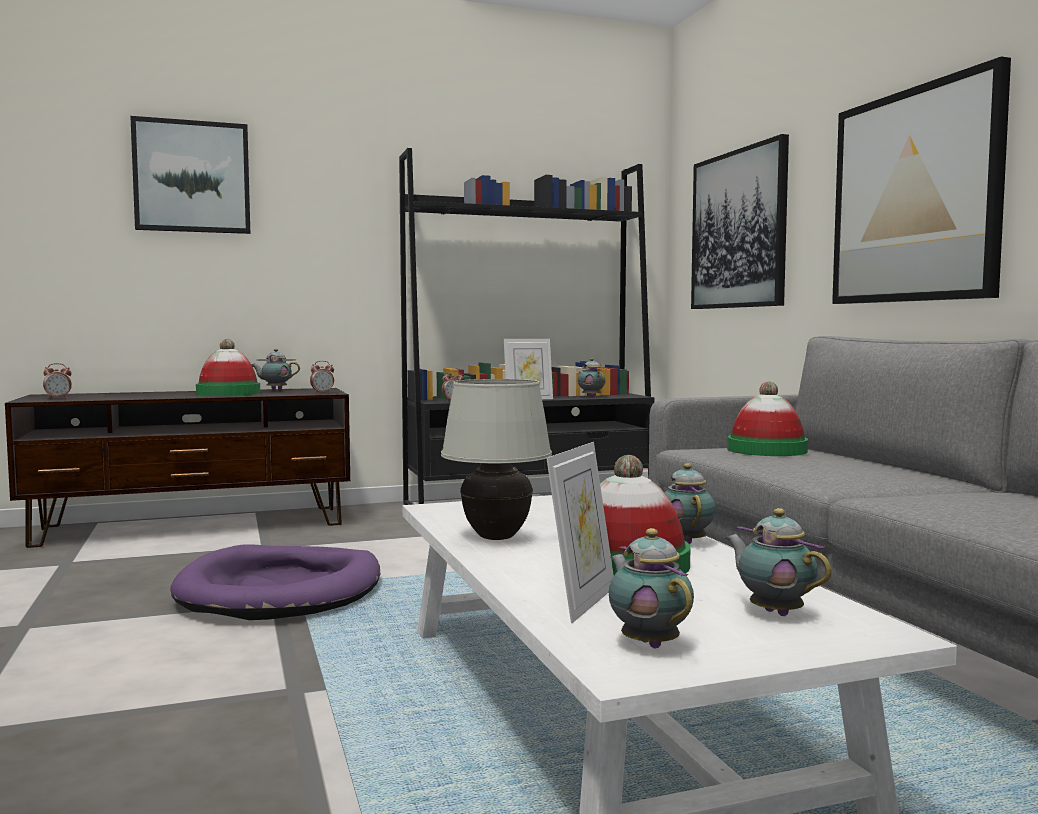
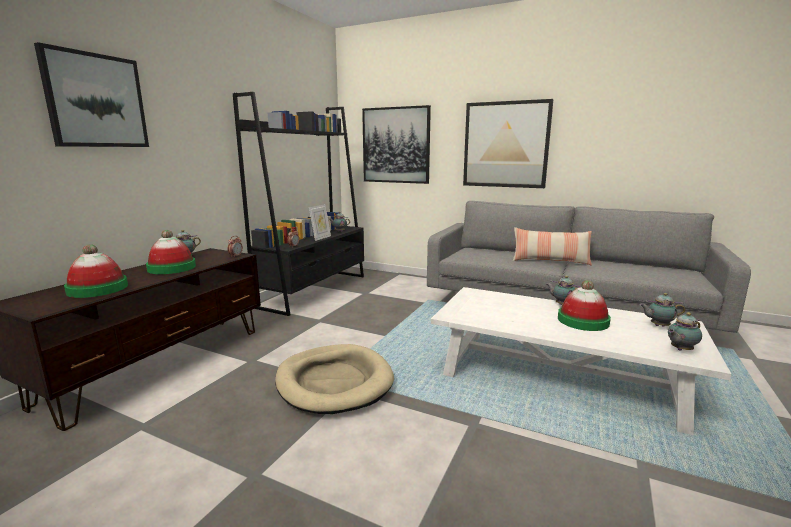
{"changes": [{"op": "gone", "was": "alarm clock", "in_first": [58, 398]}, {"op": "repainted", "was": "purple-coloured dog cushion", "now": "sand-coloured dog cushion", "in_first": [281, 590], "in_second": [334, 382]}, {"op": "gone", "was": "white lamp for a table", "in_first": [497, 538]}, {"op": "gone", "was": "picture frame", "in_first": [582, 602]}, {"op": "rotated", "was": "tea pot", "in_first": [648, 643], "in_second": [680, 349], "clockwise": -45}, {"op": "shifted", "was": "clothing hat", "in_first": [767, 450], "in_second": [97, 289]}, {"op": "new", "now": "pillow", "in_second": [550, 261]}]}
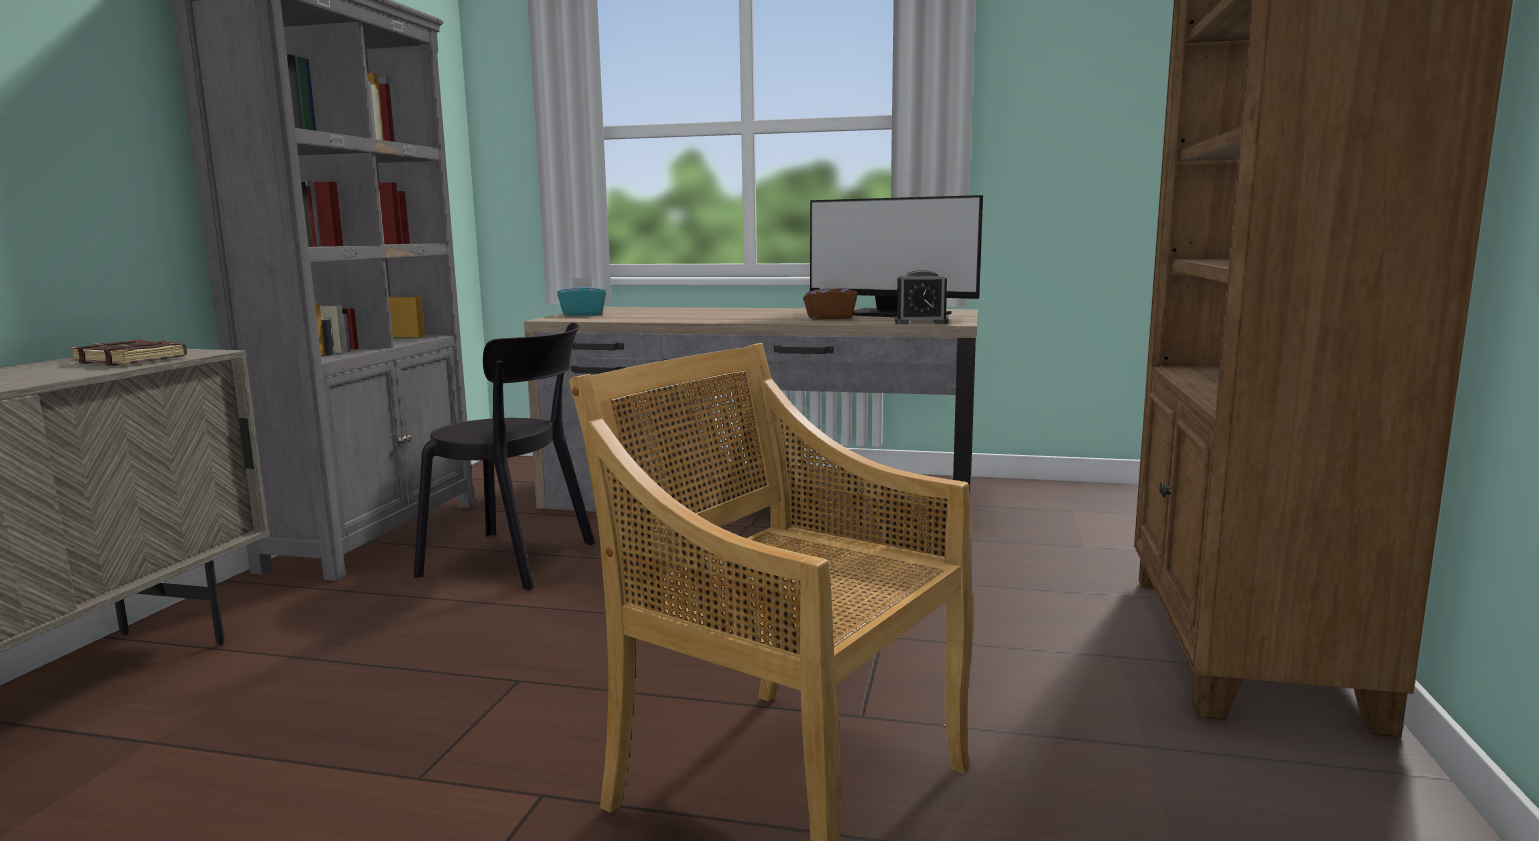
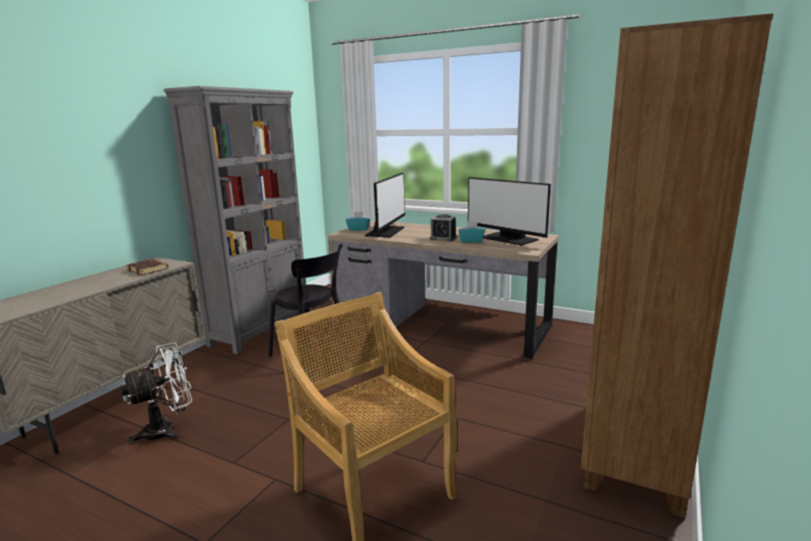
{"changes": [{"op": "repainted", "was": "brownish tissue box", "now": "turquoise tissue box", "in_first": [829, 318], "in_second": [471, 241]}, {"op": "shifted", "was": "alarm clock", "in_first": [920, 322], "in_second": [443, 238]}, {"op": "new", "now": "white cooling fan", "in_second": [167, 430]}, {"op": "new", "now": "computer screen", "in_second": [386, 231]}]}
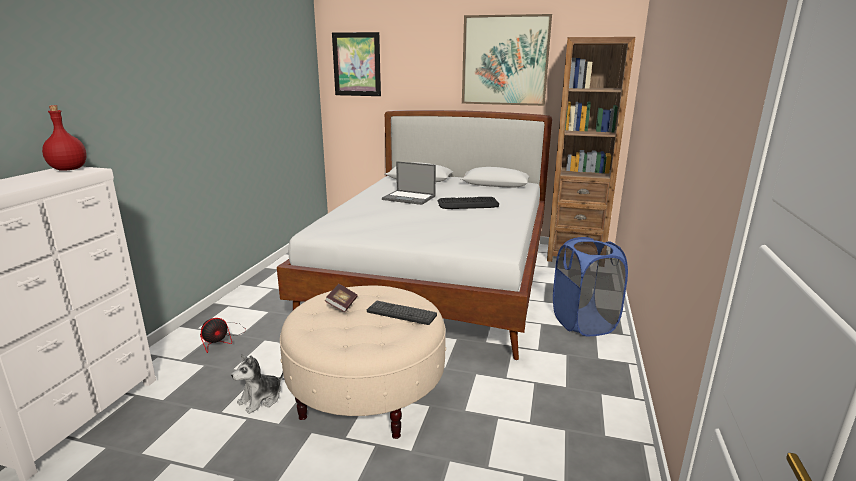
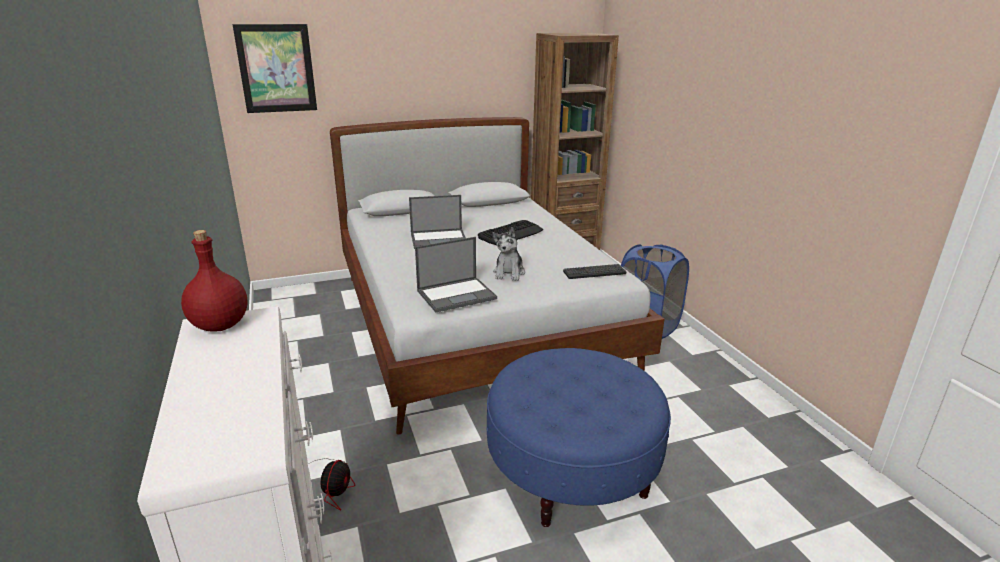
{"changes": [{"op": "shifted", "was": "soft toy", "in_first": [261, 399], "in_second": [509, 273]}, {"op": "repainted", "was": "sand-coloured ottoman", "now": "blue-coloured ottoman", "in_first": [367, 395], "in_second": [572, 471]}, {"op": "gone", "was": "volume", "in_first": [342, 305]}, {"op": "shifted", "was": "PC keyboard", "in_first": [401, 313], "in_second": [594, 272]}, {"op": "gone", "was": "wall art", "in_first": [505, 60]}, {"op": "new", "now": "laptop", "in_second": [457, 294]}]}
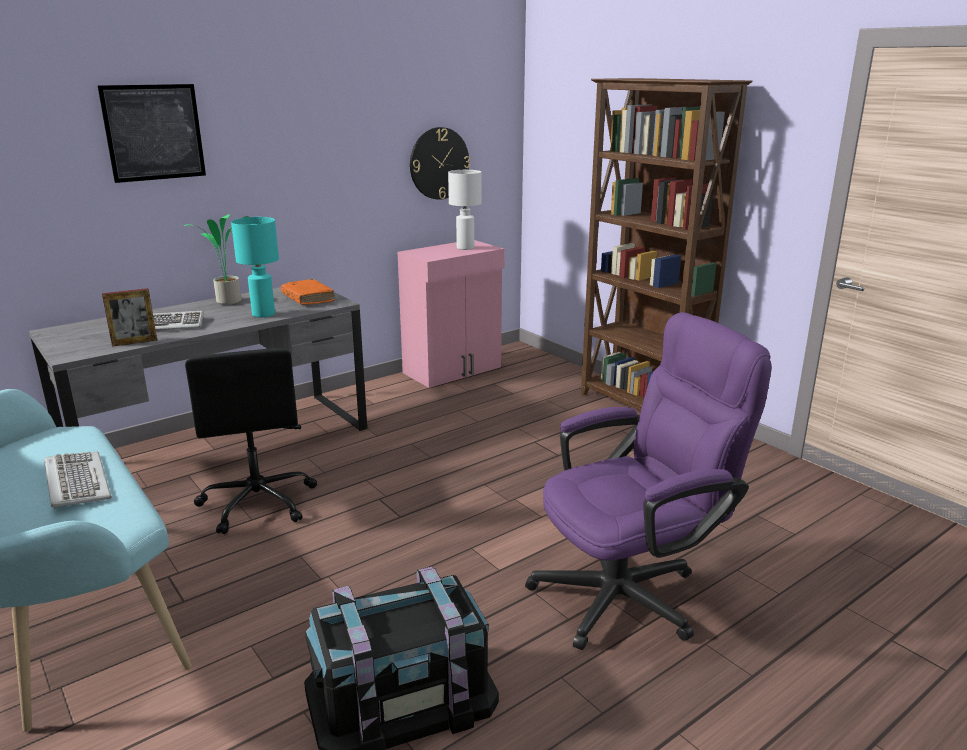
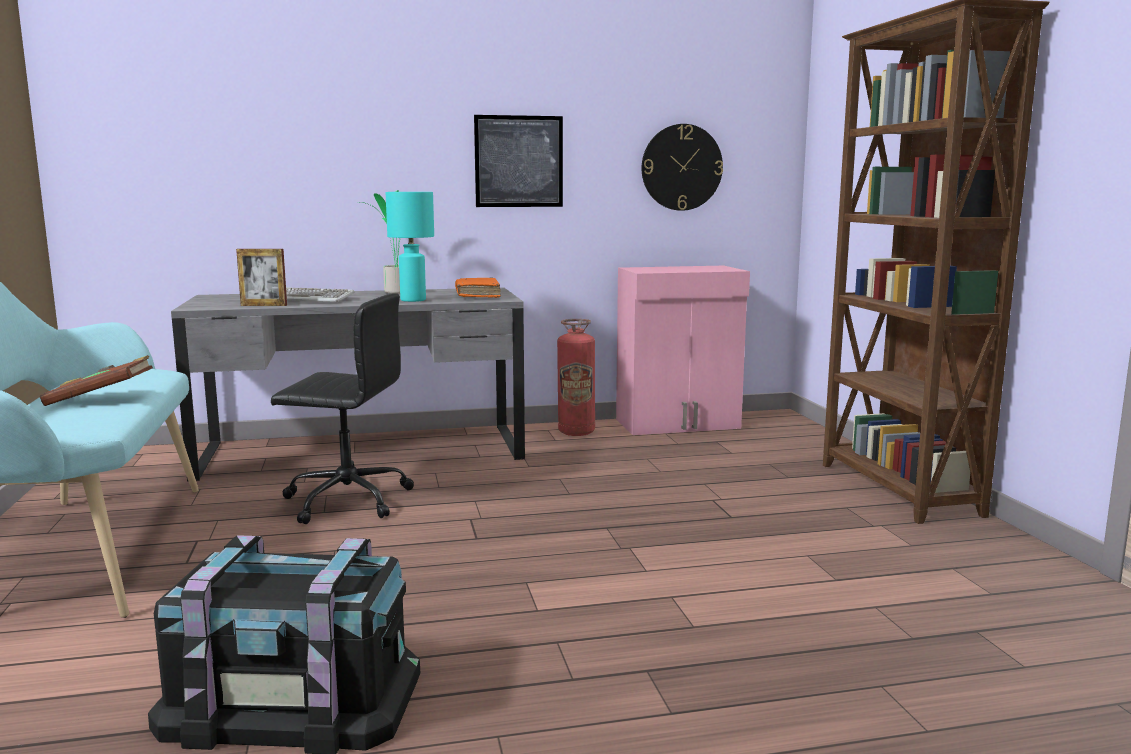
{"changes": [{"op": "swapped", "was": "PC keyboard", "now": "brownish volume", "in_first": [76, 483], "in_second": [100, 399]}, {"op": "shifted", "was": "wall art", "in_first": [154, 132], "in_second": [519, 161]}, {"op": "rotated", "was": "black computer chair", "in_first": [258, 502], "in_second": [345, 500], "clockwise": -90}, {"op": "gone", "was": "white lamp for a table", "in_first": [465, 248]}, {"op": "gone", "was": "purple-coloured computer chair", "in_first": [631, 592]}, {"op": "new", "now": "fire-fighting cylinder", "in_second": [576, 432]}]}
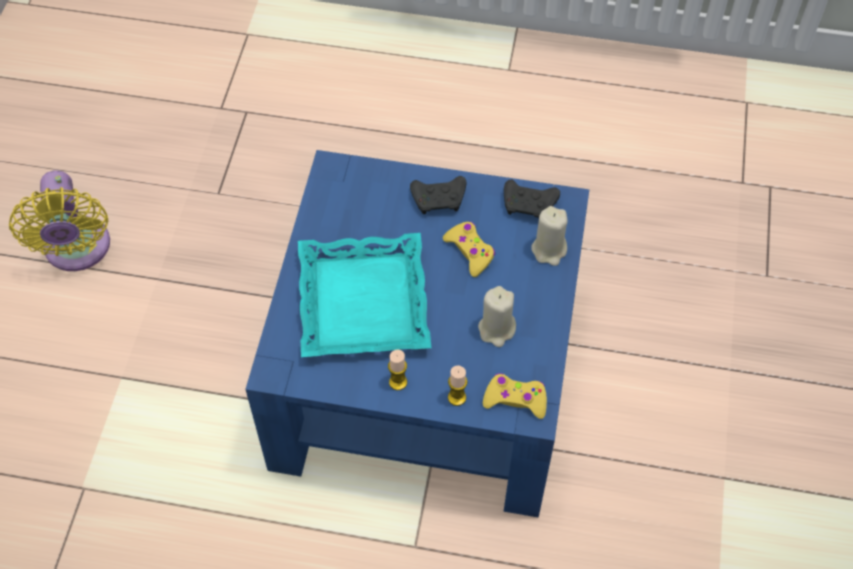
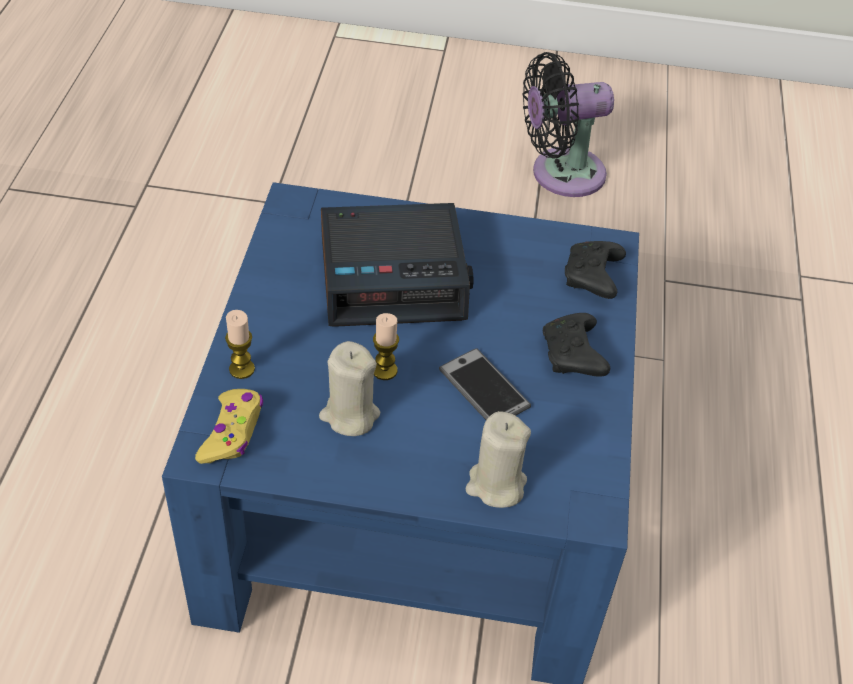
{"changes": [{"op": "repainted", "was": "yellow cooling fan", "now": "black cooling fan", "in_first": [77, 251], "in_second": [560, 174]}, {"op": "swapped", "was": "turquoise tray", "now": "alarm clock", "in_first": [362, 302], "in_second": [394, 277]}, {"op": "shifted", "was": "candle", "in_first": [398, 382], "in_second": [384, 370]}, {"op": "swapped", "was": "yellow gamepad", "now": "phone", "in_first": [470, 251], "in_second": [484, 388]}, {"op": "shifted", "was": "black gamepad", "in_first": [529, 205], "in_second": [592, 278]}]}
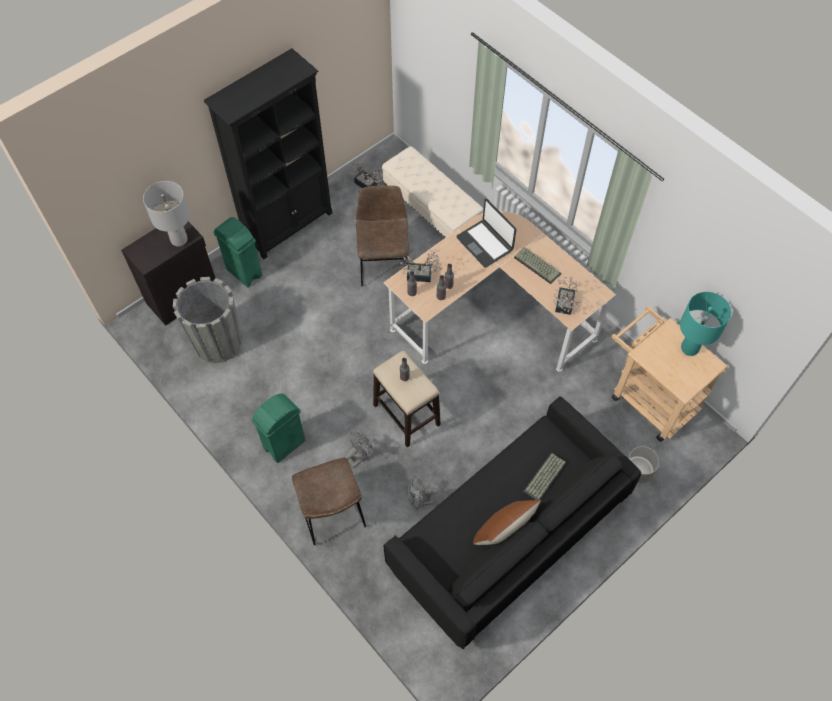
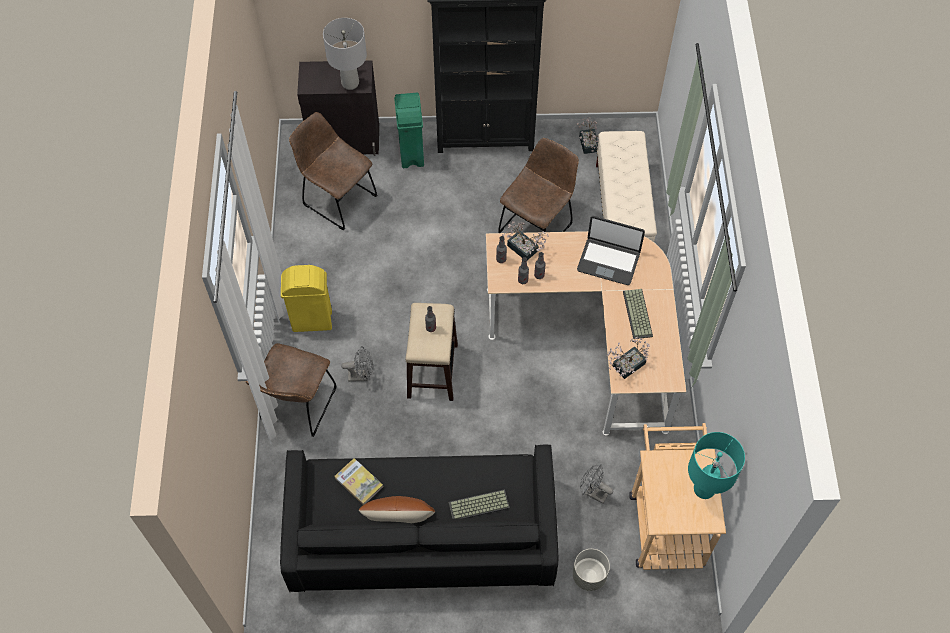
{"changes": [{"op": "swapped", "was": "grey flower pot", "now": "brownish plain chair", "in_first": [218, 342], "in_second": [337, 198]}, {"op": "repainted", "was": "green rubbish bin", "now": "yellow rubbish bin", "in_first": [284, 445], "in_second": [311, 321]}, {"op": "shifted", "was": "grey cooling fan", "in_first": [420, 501], "in_second": [593, 492]}, {"op": "rotated", "was": "laptop", "in_first": [485, 243], "in_second": [608, 261], "clockwise": -75}, {"op": "new", "now": "volume", "in_second": [359, 482]}]}
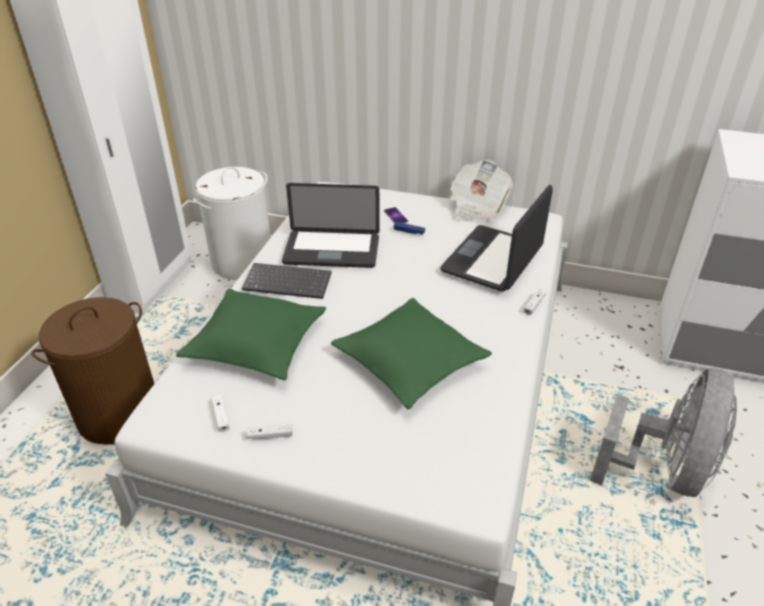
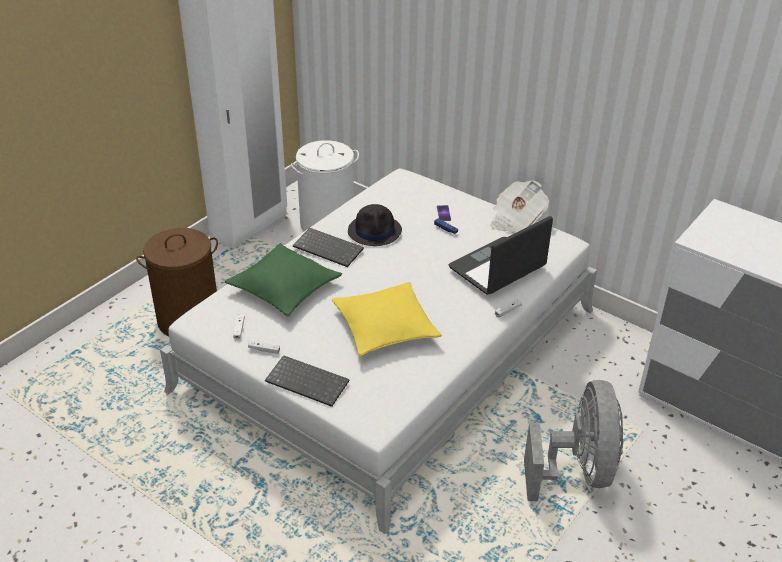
{"changes": [{"op": "swapped", "was": "laptop", "now": "black clothing hat", "in_first": [331, 250], "in_second": [375, 231]}, {"op": "repainted", "was": "green pillow", "now": "yellow pillow", "in_first": [410, 361], "in_second": [385, 327]}, {"op": "rotated", "was": "grey cooling fan", "in_first": [664, 470], "in_second": [577, 471], "clockwise": -45}, {"op": "new", "now": "PC keyboard", "in_second": [309, 381]}]}
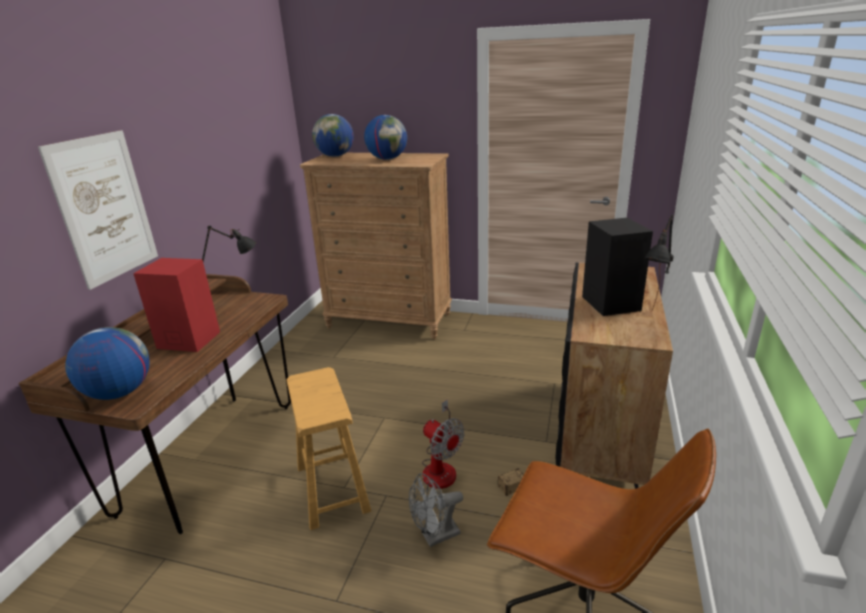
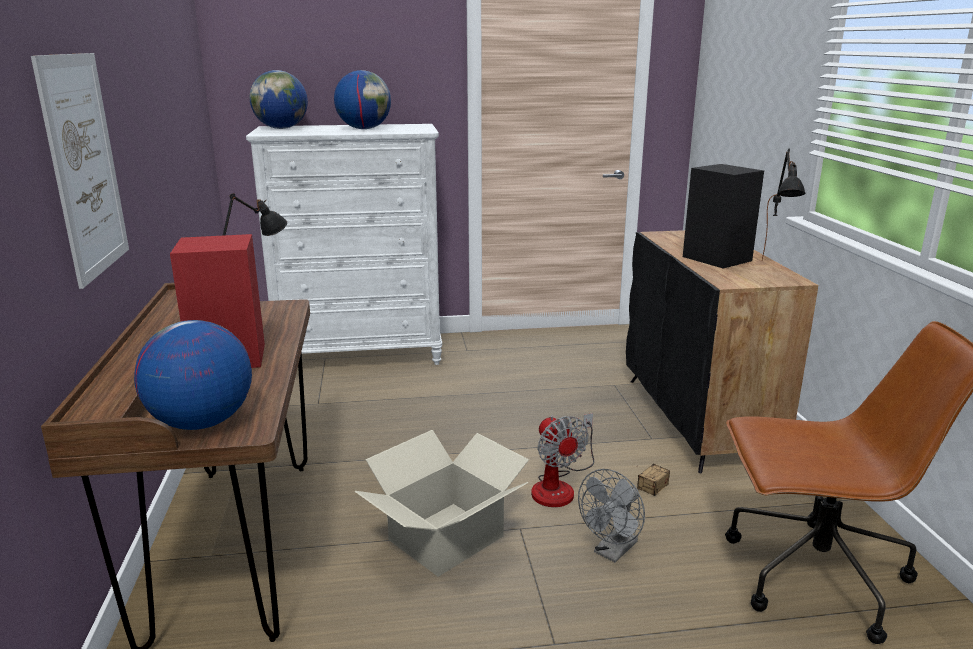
{"changes": [{"op": "swapped", "was": "brownish stool seat", "now": "cardboard box", "in_first": [333, 488], "in_second": [447, 538]}, {"op": "repainted", "was": "brownish dresser", "now": "white dresser", "in_first": [389, 320], "in_second": [361, 354]}, {"op": "rotated", "was": "cooling fan", "in_first": [441, 466], "in_second": [559, 486], "clockwise": 45}]}
